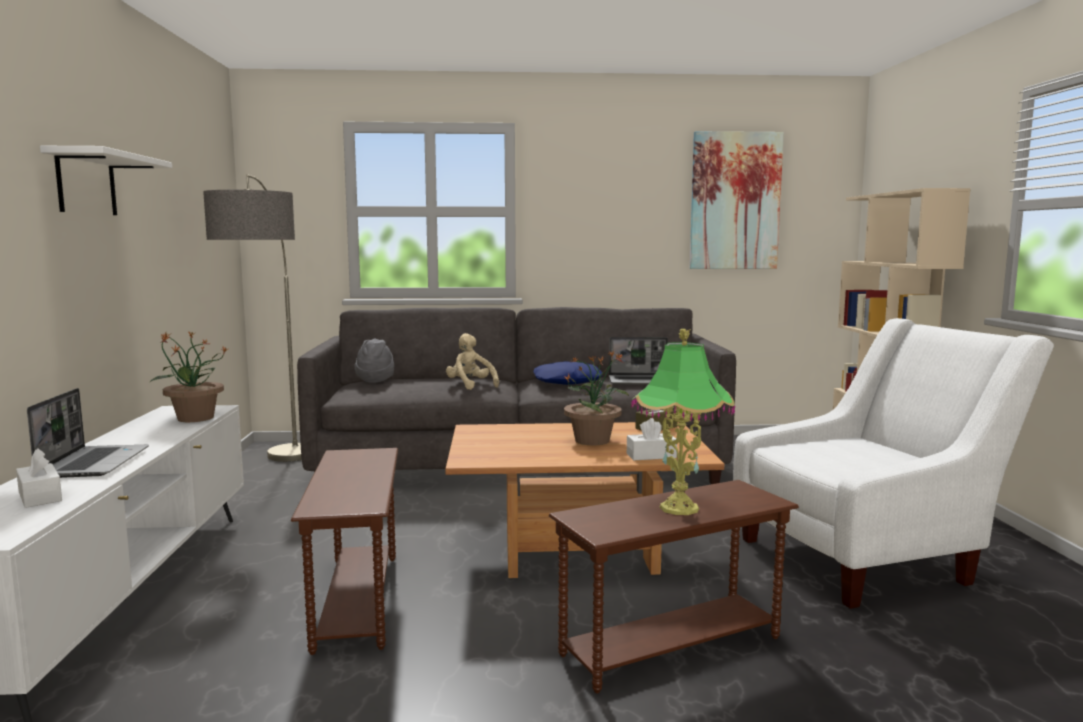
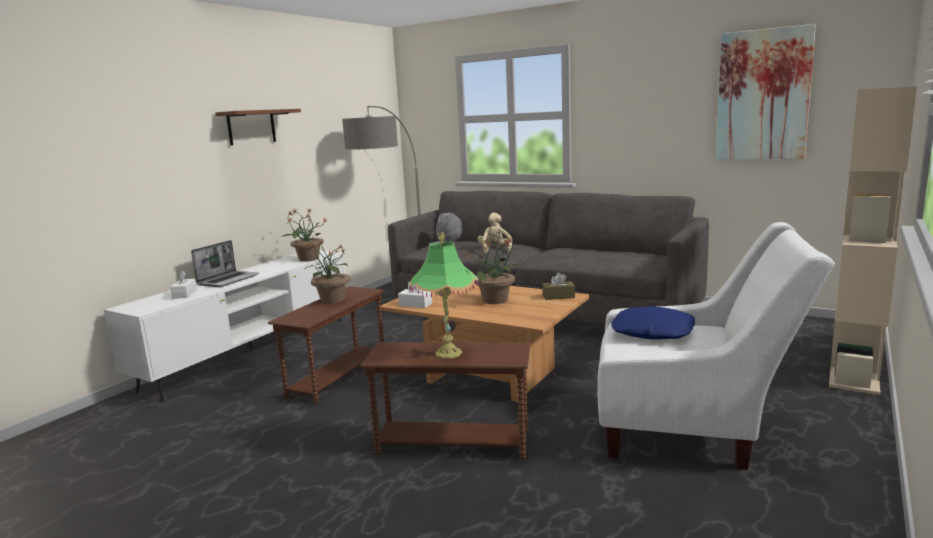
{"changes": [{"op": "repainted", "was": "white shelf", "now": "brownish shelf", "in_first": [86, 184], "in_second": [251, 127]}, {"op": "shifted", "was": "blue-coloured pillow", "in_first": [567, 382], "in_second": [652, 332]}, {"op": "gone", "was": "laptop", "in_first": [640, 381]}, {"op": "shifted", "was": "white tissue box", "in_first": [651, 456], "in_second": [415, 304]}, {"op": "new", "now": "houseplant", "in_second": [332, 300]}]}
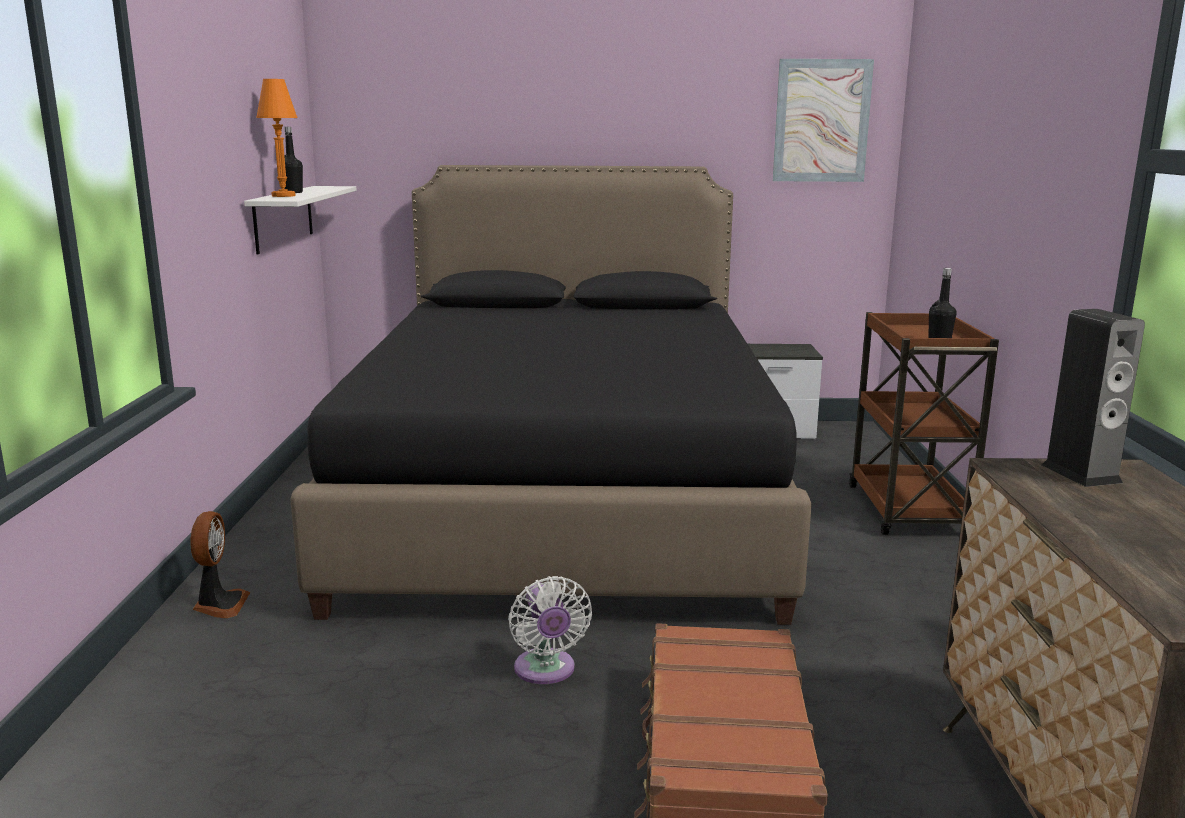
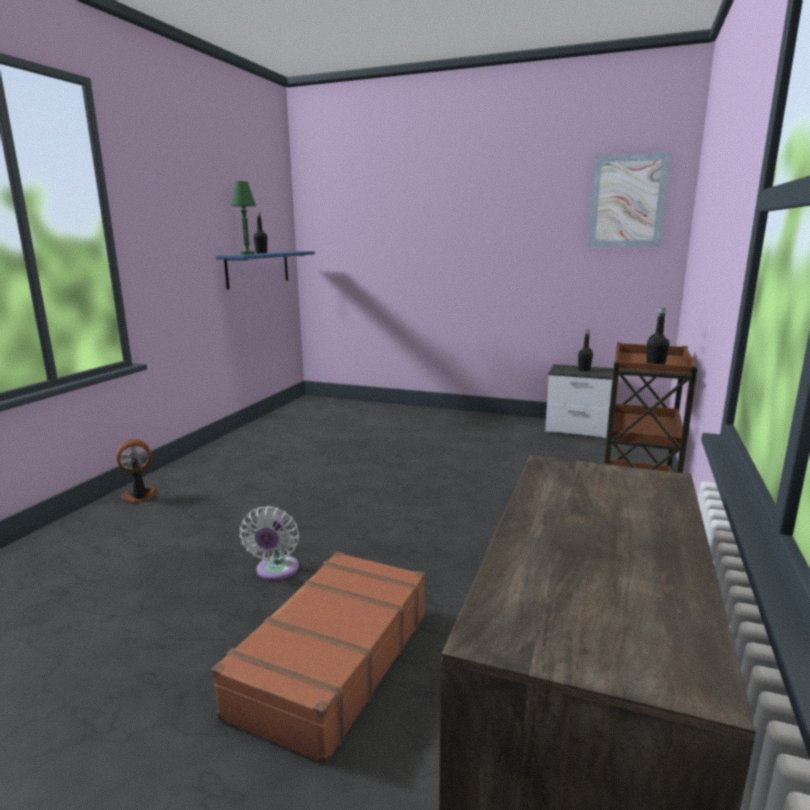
{"changes": [{"op": "rotated", "was": "cooling fan", "in_first": [219, 605], "in_second": [140, 496], "clockwise": -135}, {"op": "repainted", "was": "white shelf", "now": "blue-coloured shelf", "in_first": [284, 218], "in_second": [258, 269]}, {"op": "repainted", "was": "orange-coloured lamp for a table", "now": "green lamp for a table", "in_first": [283, 196], "in_second": [247, 254]}, {"op": "gone", "was": "black bed", "in_first": [564, 497]}, {"op": "gone", "was": "loudspeaker", "in_first": [1081, 473]}, {"op": "new", "now": "black beverage bottle", "in_second": [584, 370]}]}
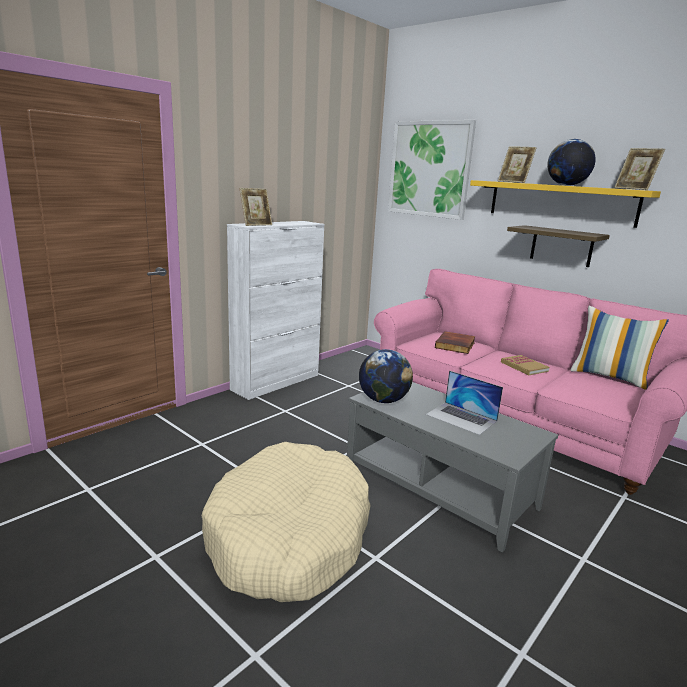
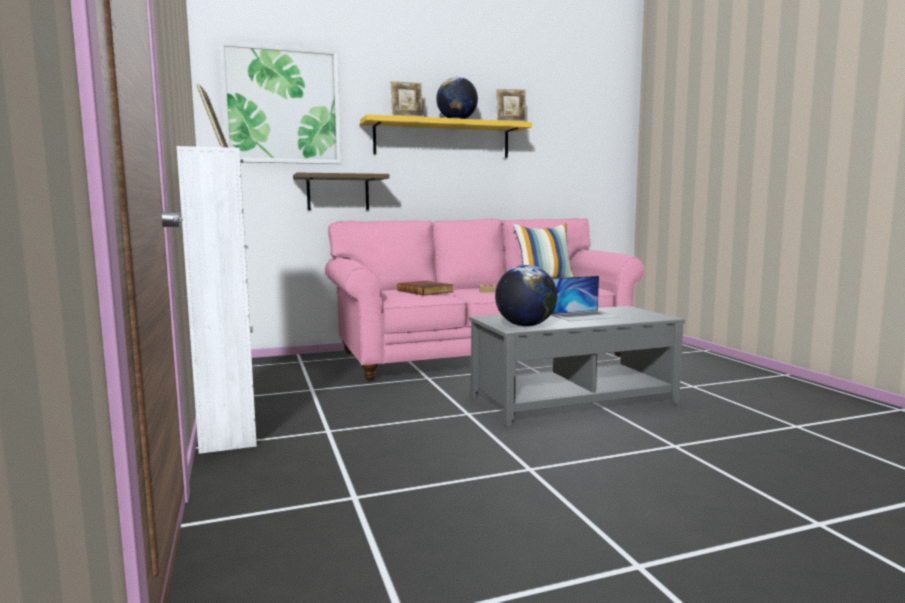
{"changes": [{"op": "gone", "was": "sand-coloured dog cushion", "in_first": [289, 536]}, {"op": "shifted", "was": "shelf", "in_first": [561, 246], "in_second": [338, 192]}]}
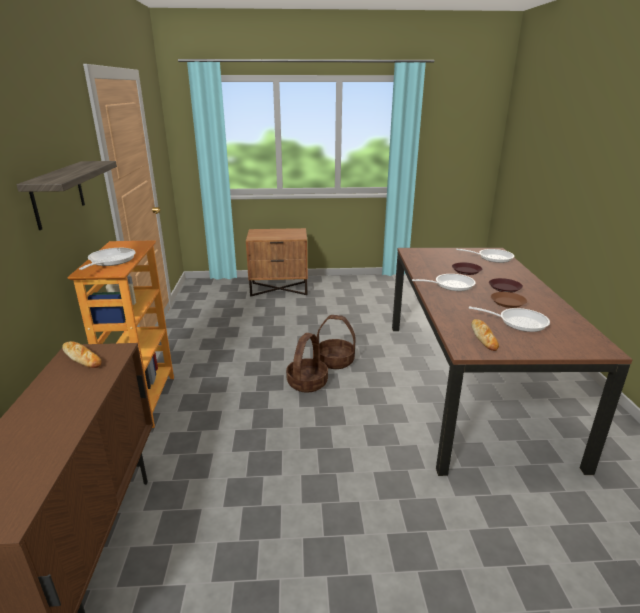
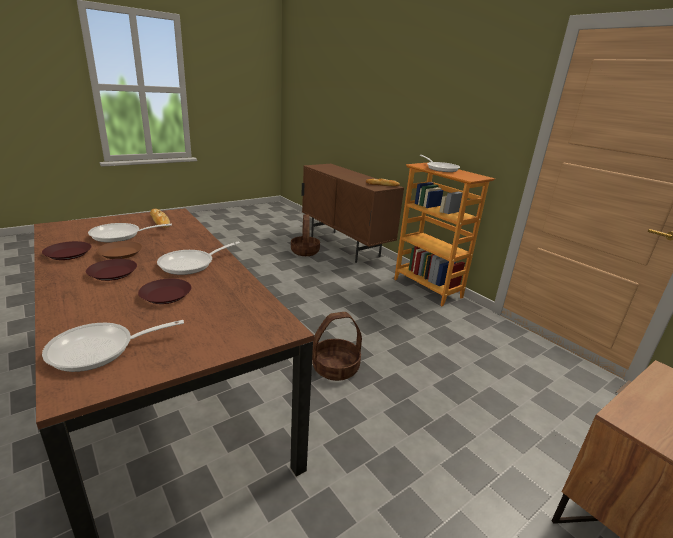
{"changes": [{"op": "gone", "was": "shelf", "in_first": [58, 194]}, {"op": "shifted", "was": "storage basket", "in_first": [307, 383], "in_second": [304, 251]}, {"op": "new", "now": "brownish plate", "in_second": [68, 254]}]}
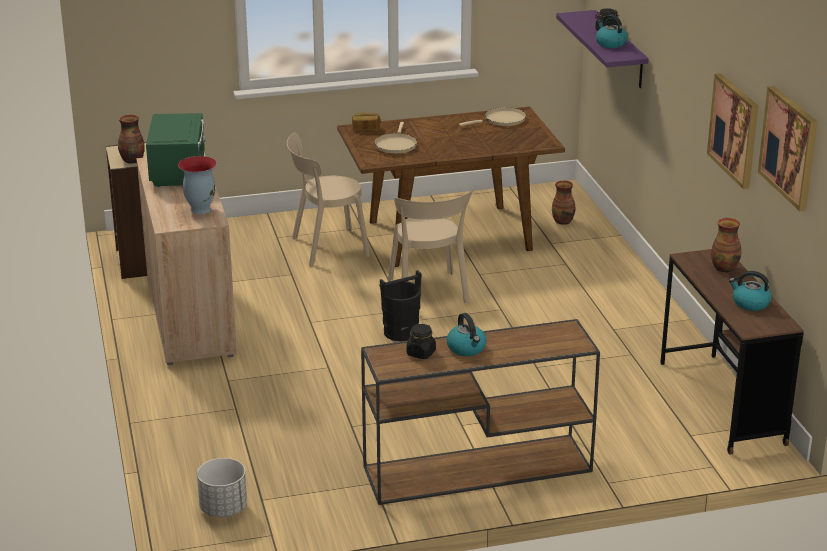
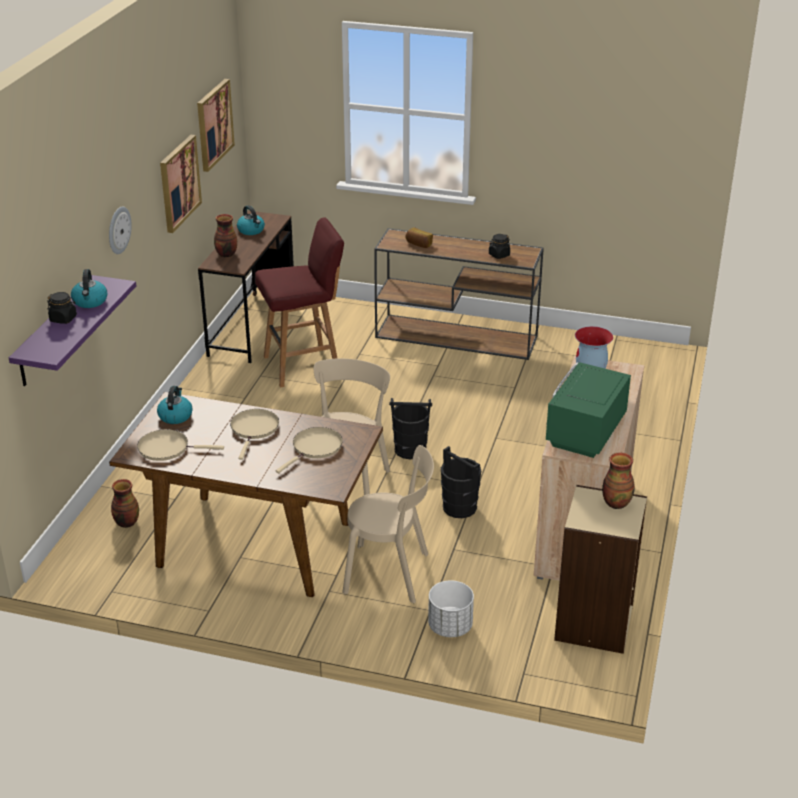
{"changes": [{"op": "shifted", "was": "white flower pot", "in_first": [223, 508], "in_second": [450, 627]}, {"op": "shifted", "was": "baked bread", "in_first": [366, 129], "in_second": [419, 244]}, {"op": "shifted", "was": "water kettle", "in_first": [467, 348], "in_second": [175, 416]}, {"op": "new", "now": "hanging clock", "in_second": [118, 230]}, {"op": "new", "now": "sand-coloured pan", "in_second": [254, 429]}, {"op": "new", "now": "red-coloured stool seat", "in_second": [304, 366]}, {"op": "new", "now": "black water bucket", "in_second": [459, 508]}]}
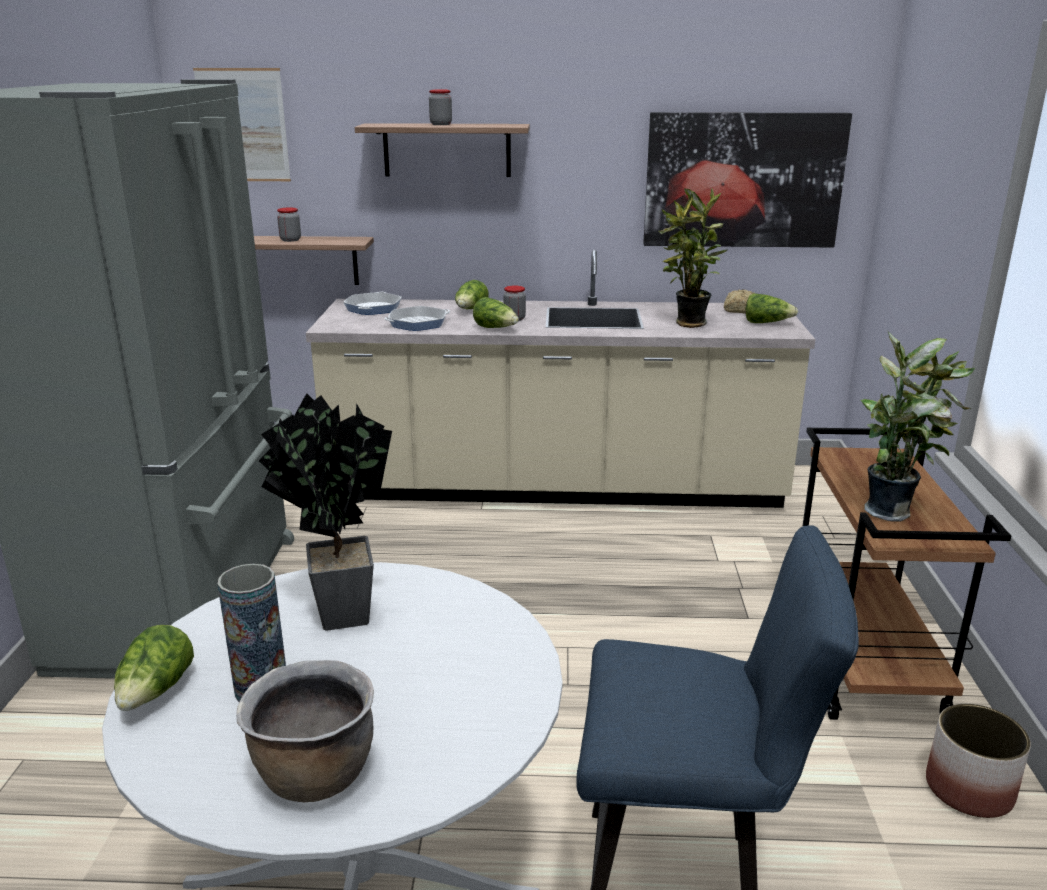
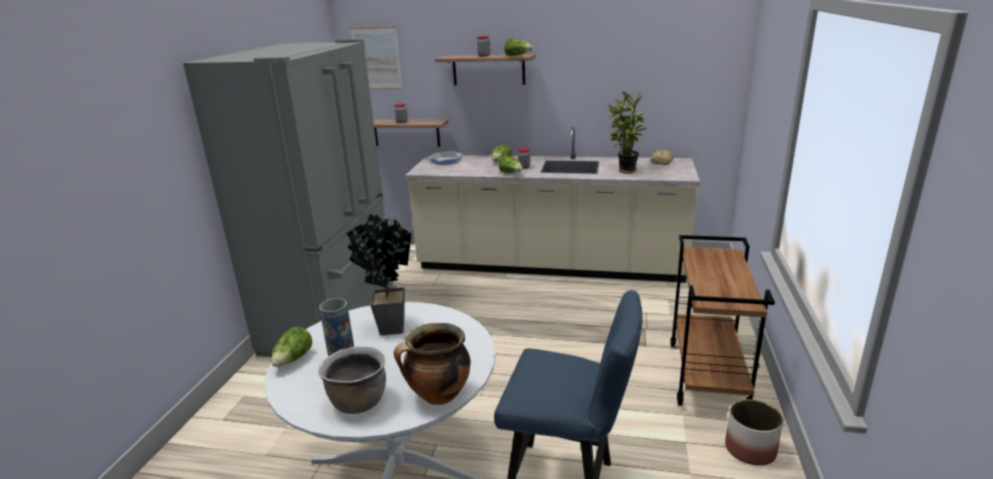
{"changes": [{"op": "gone", "was": "pan", "in_first": [418, 323]}, {"op": "gone", "was": "wall art", "in_first": [743, 180]}, {"op": "shifted", "was": "lettuce head", "in_first": [766, 323], "in_second": [517, 55]}, {"op": "gone", "was": "houseplant", "in_first": [892, 511]}, {"op": "new", "now": "saucepot", "in_second": [438, 396]}]}
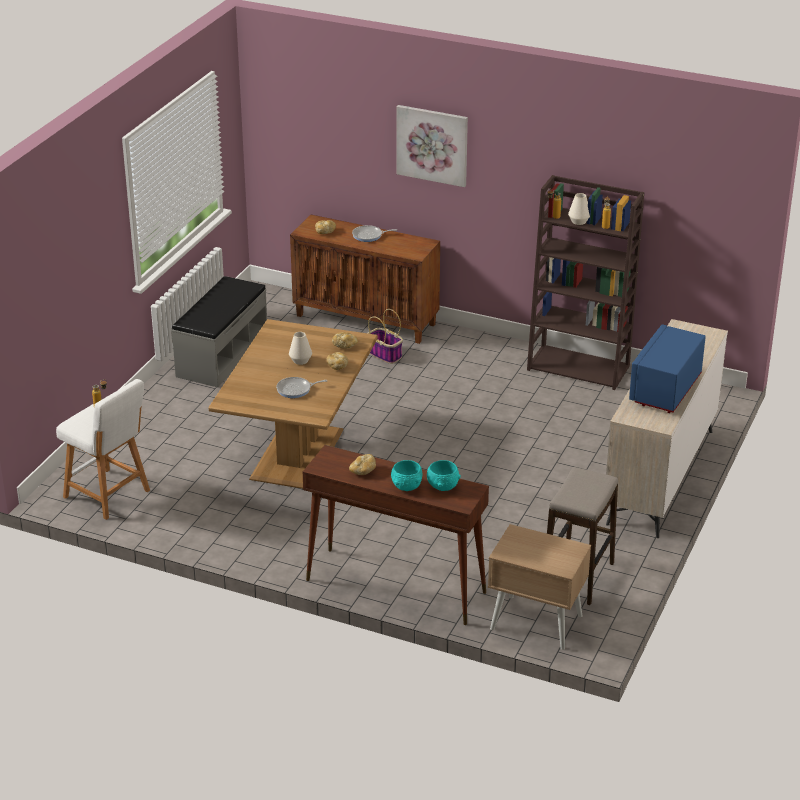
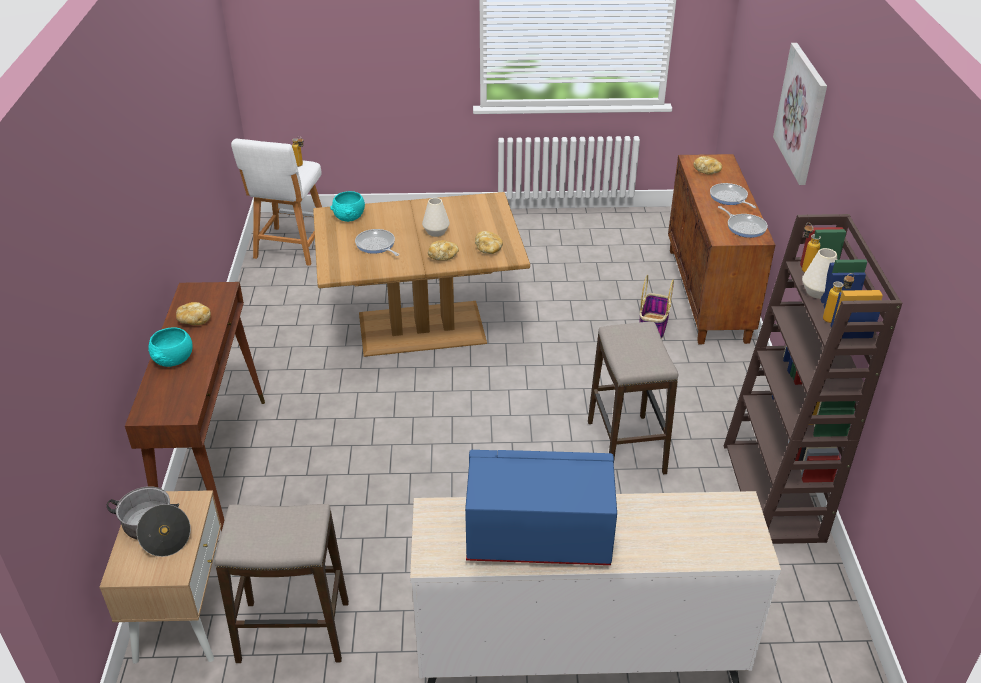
{"changes": [{"op": "gone", "was": "grey indoor bench", "in_first": [221, 355]}, {"op": "shifted", "was": "turquoise serving bowl", "in_first": [443, 486], "in_second": [349, 217]}, {"op": "new", "now": "saucepot", "in_second": [155, 531]}, {"op": "new", "now": "stool seat", "in_second": [626, 447]}, {"op": "new", "now": "pan", "in_second": [744, 227]}]}
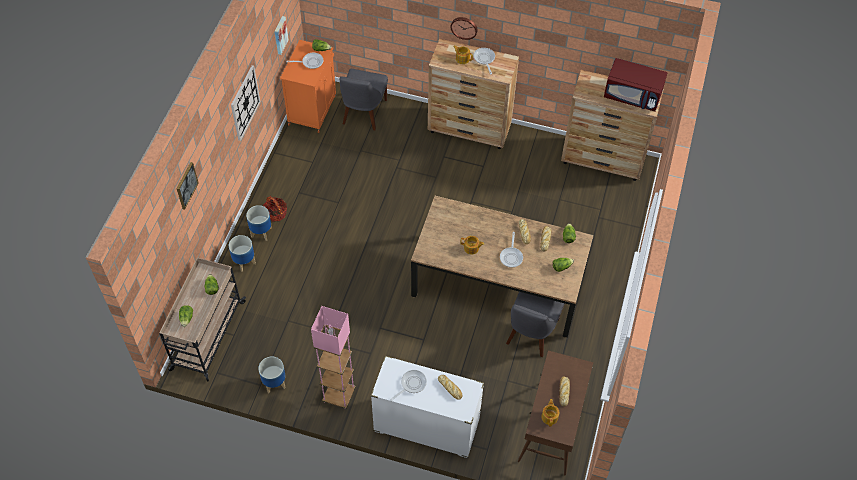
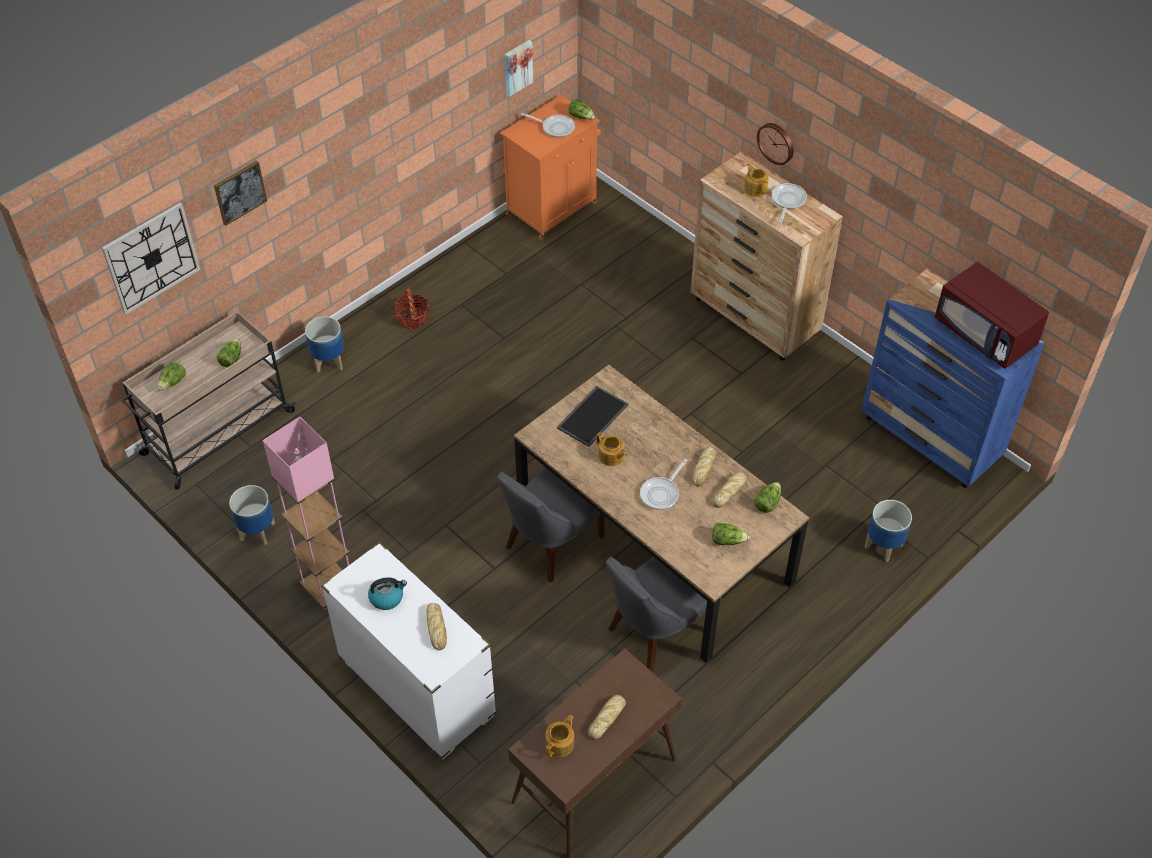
{"changes": [{"op": "shifted", "was": "hanging clock", "in_first": [245, 103], "in_second": [151, 258]}, {"op": "shifted", "was": "flower pot", "in_first": [261, 232], "in_second": [883, 546]}, {"op": "shifted", "was": "grey plain chair", "in_first": [363, 113], "in_second": [550, 544]}, {"op": "swapped", "was": "pan", "now": "water kettle", "in_first": [411, 384], "in_second": [387, 597]}, {"op": "repainted", "was": "brownish dresser", "now": "blue-coloured dresser", "in_first": [603, 160], "in_second": [931, 438]}, {"op": "new", "now": "tray", "in_second": [592, 415]}]}
